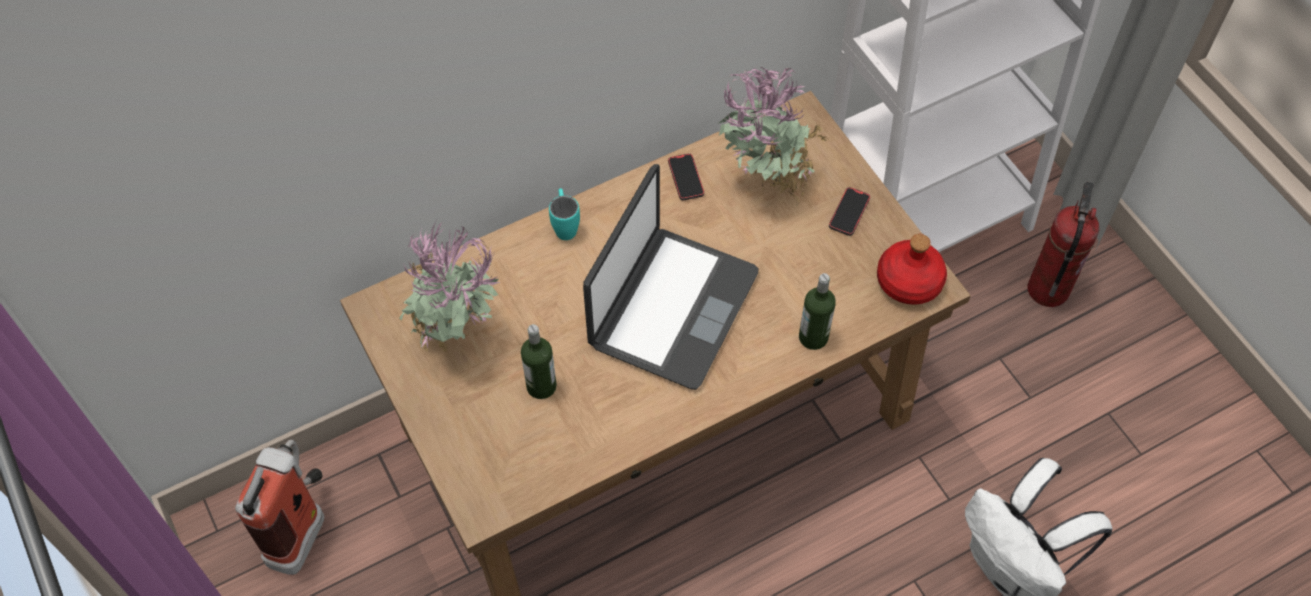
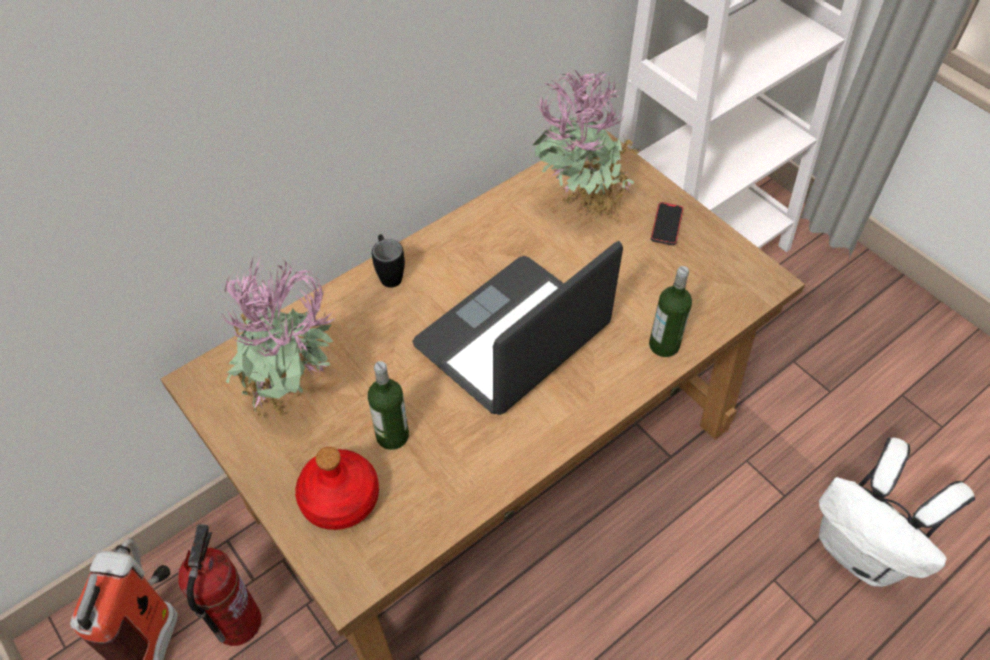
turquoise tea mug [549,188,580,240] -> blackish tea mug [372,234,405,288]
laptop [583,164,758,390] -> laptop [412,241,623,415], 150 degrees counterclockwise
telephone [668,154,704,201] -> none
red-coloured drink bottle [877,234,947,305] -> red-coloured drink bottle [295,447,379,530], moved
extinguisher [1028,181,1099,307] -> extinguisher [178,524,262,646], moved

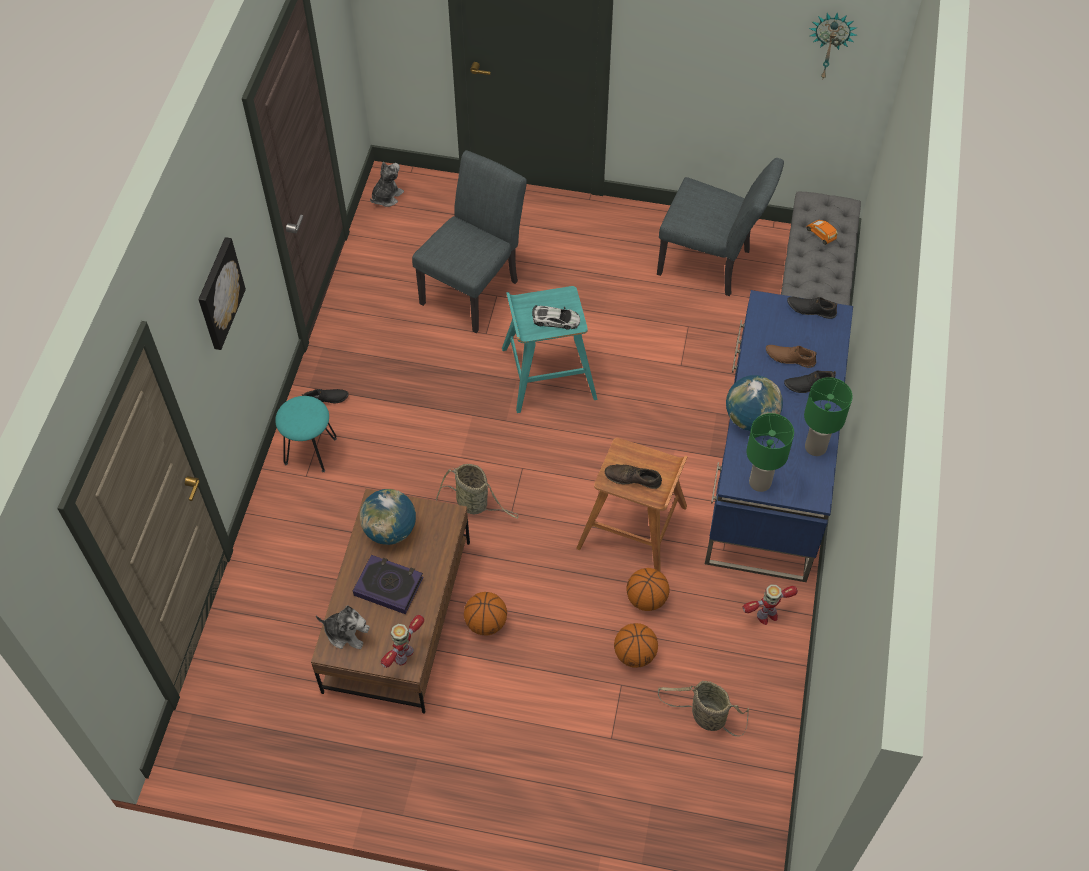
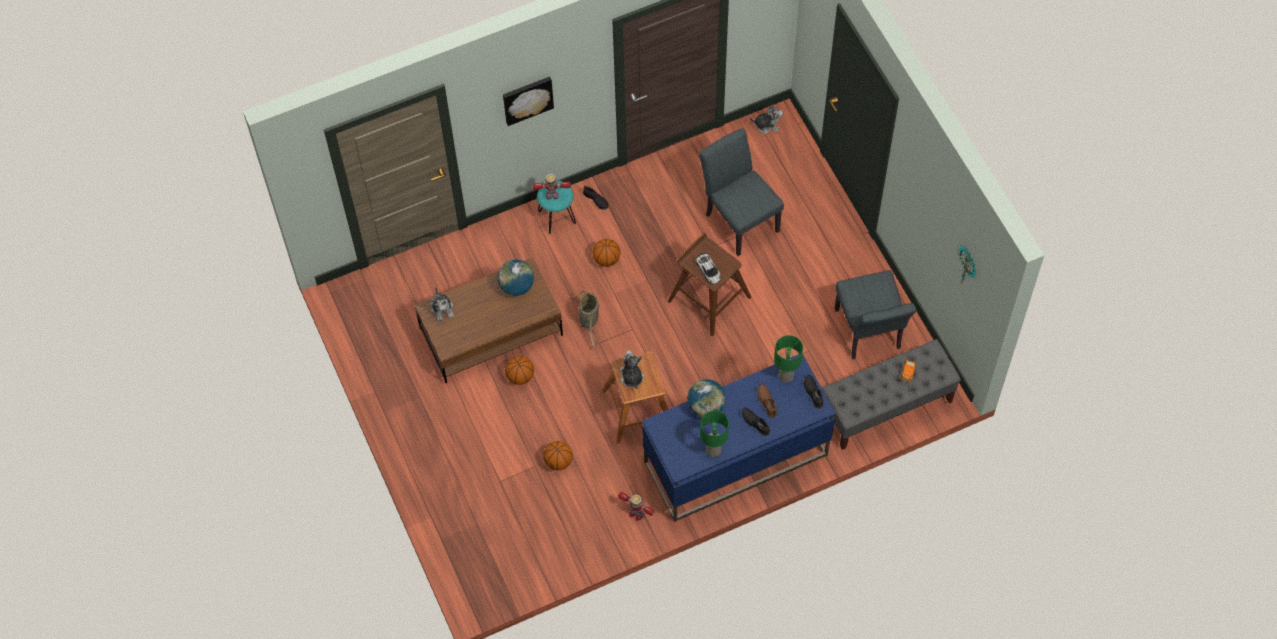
volume [353,555,424,614] -> none
model robot [381,615,424,668] -> model robot [532,174,571,199], moved
gray chair [412,150,527,333] -> gray chair [699,128,784,256], 120 degrees counterclockwise
turquoise stool seat [502,286,598,413] -> brownish stool seat [668,232,752,337]
brownish item of footwear [605,464,662,489] -> plush toy [620,350,644,389]
basketball [626,568,669,611] -> basketball [593,239,621,267], moved
household basket [658,681,749,736] -> none
green tabletop lamp [746,413,794,492] -> green tabletop lamp [774,335,803,383], moved

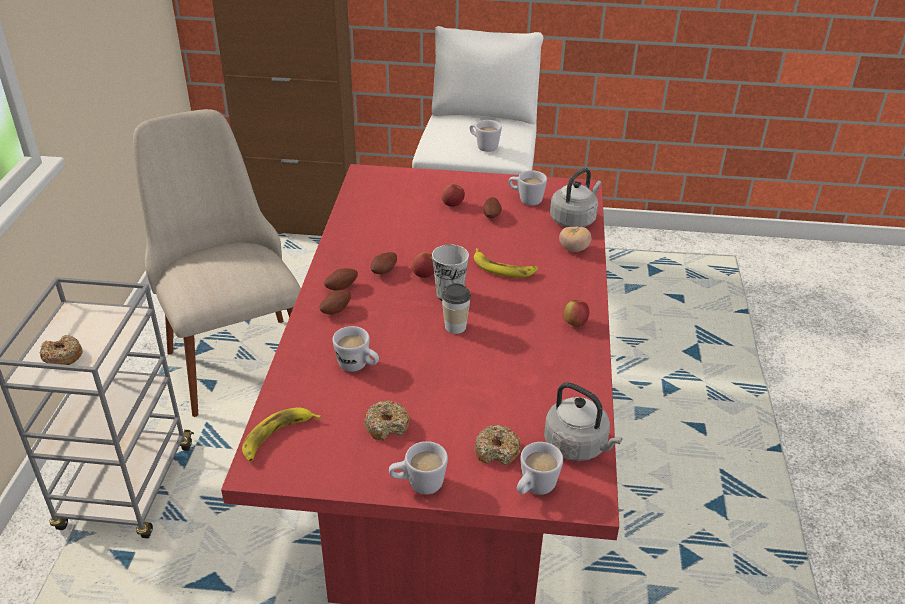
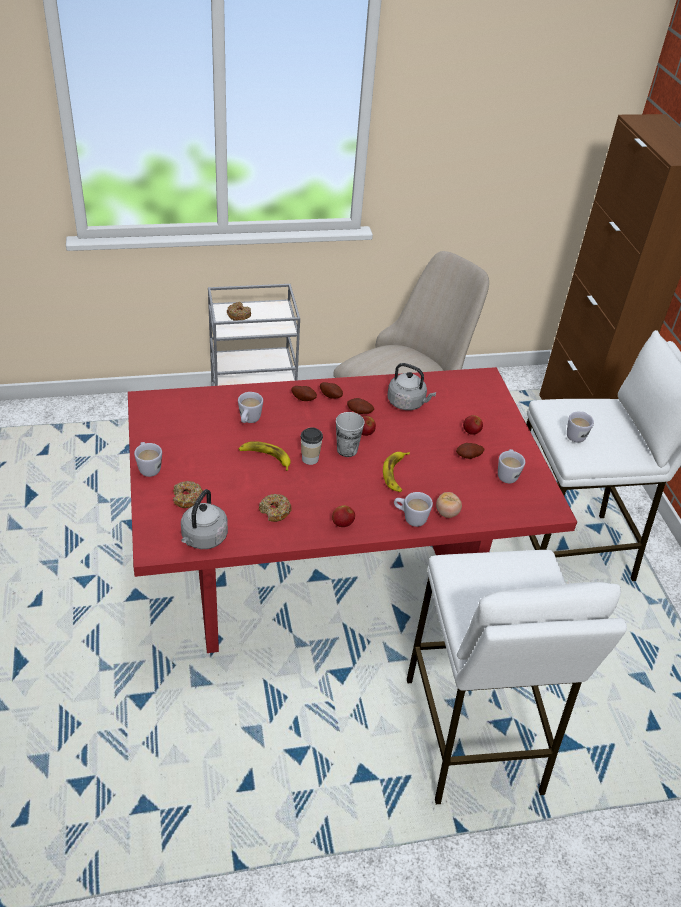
banana fruit [242,408,321,462] -> banana fruit [238,441,291,471], moved
ring doughnut [364,400,410,440] -> ring doughnut [259,494,292,522], moved
white-coloured tea mug [517,442,563,495] -> white-coloured tea mug [394,492,433,527], moved
gray tea kettle [550,168,602,227] -> gray tea kettle [387,363,436,410], moved
none -> white-coloured stool seat [407,550,627,804]

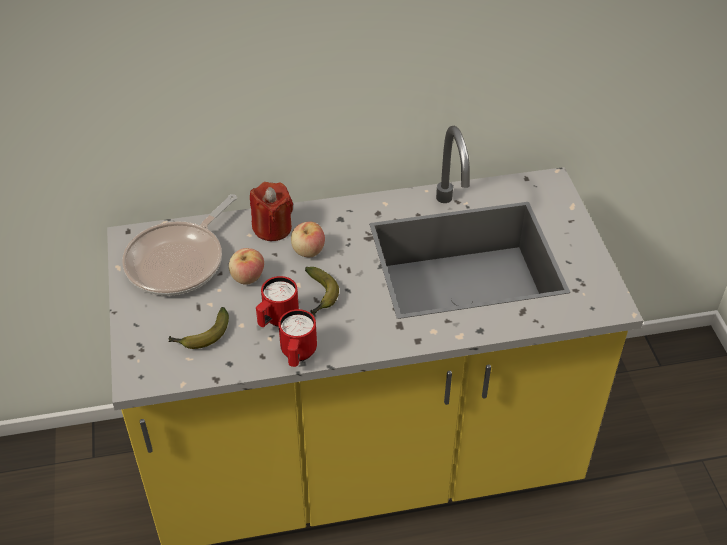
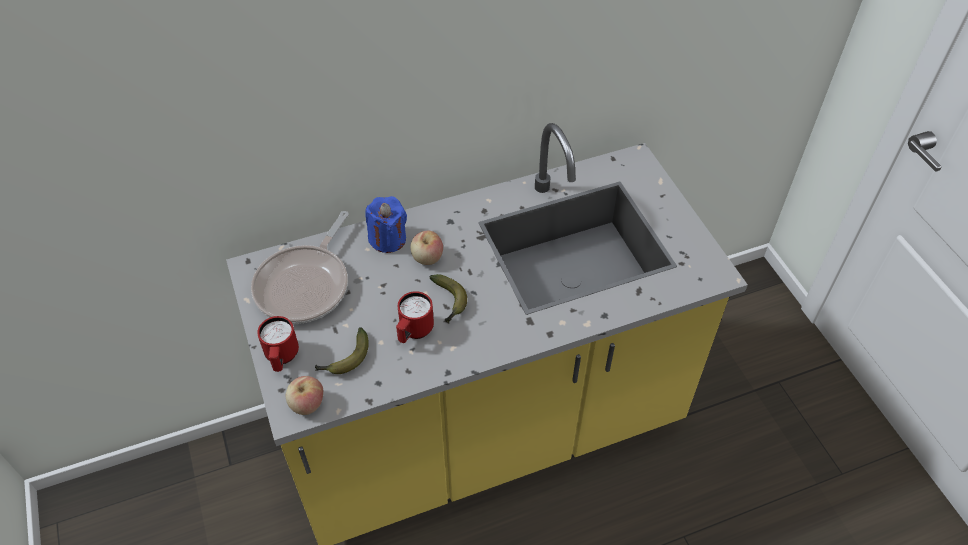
whole apple [229,248,264,285] -> whole apple [286,376,323,415], moved
red-coloured candle [250,182,293,241] -> blue candle [365,196,407,253]
red-coloured tea mug [278,309,317,367] -> red-coloured tea mug [257,316,299,372], moved

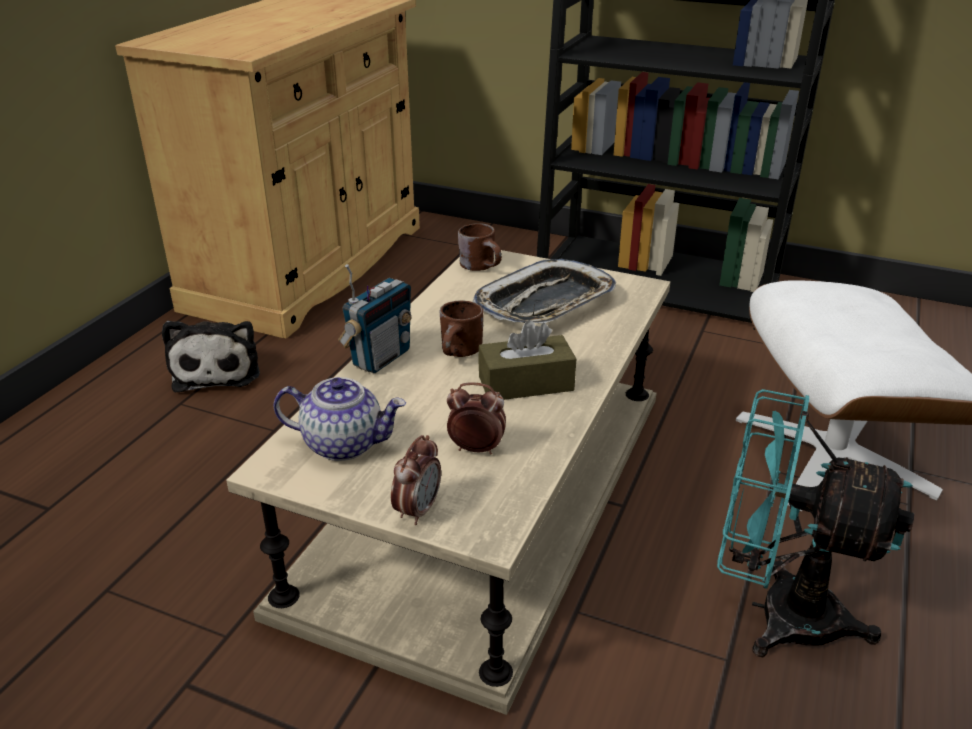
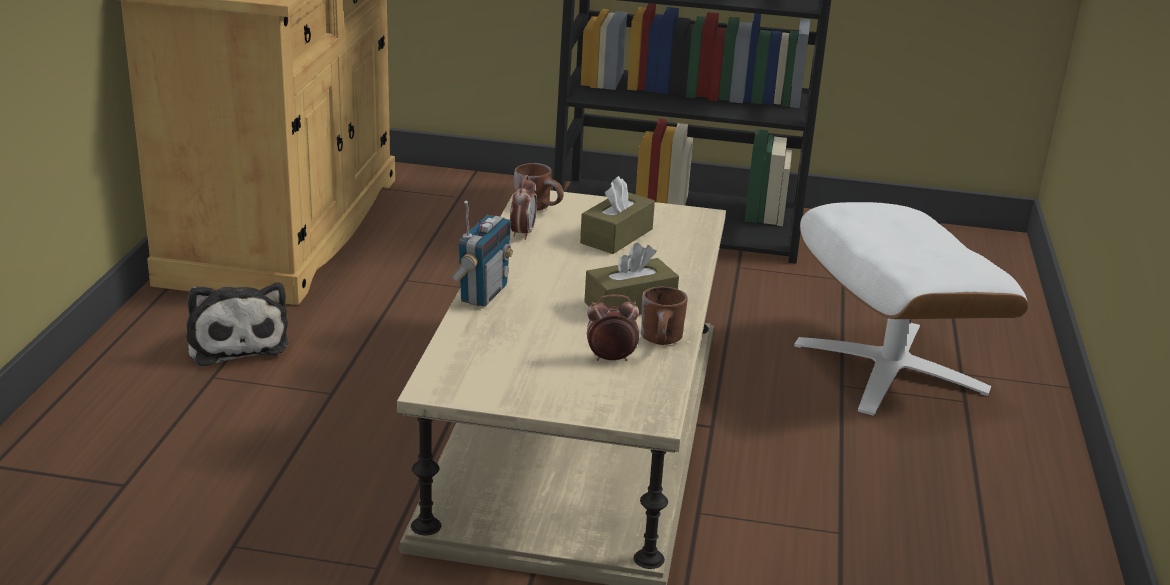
teapot [273,377,406,461] -> none
alarm clock [391,435,441,525] -> alarm clock [510,175,537,240], moved
brownish tea mug [440,300,483,357] -> brownish tea mug [641,287,688,345], moved
carrying tray [473,259,616,323] -> brownish box of tissues [580,176,655,254]
turquoise cooling fan [717,389,914,658] -> none

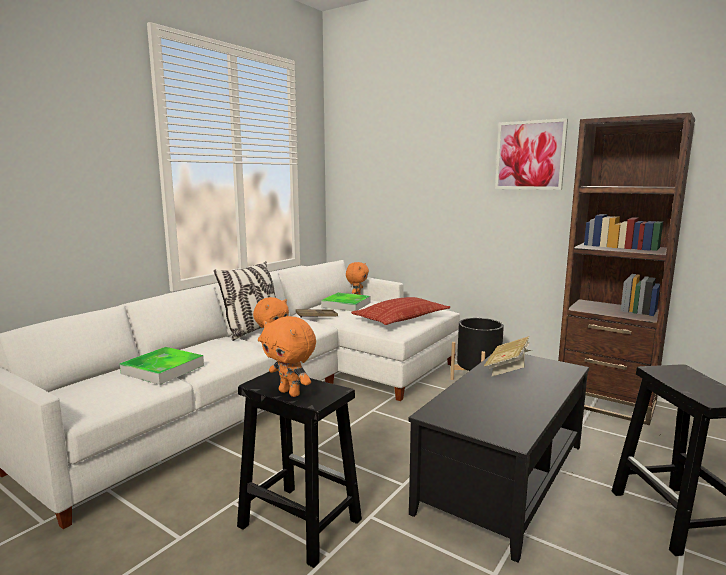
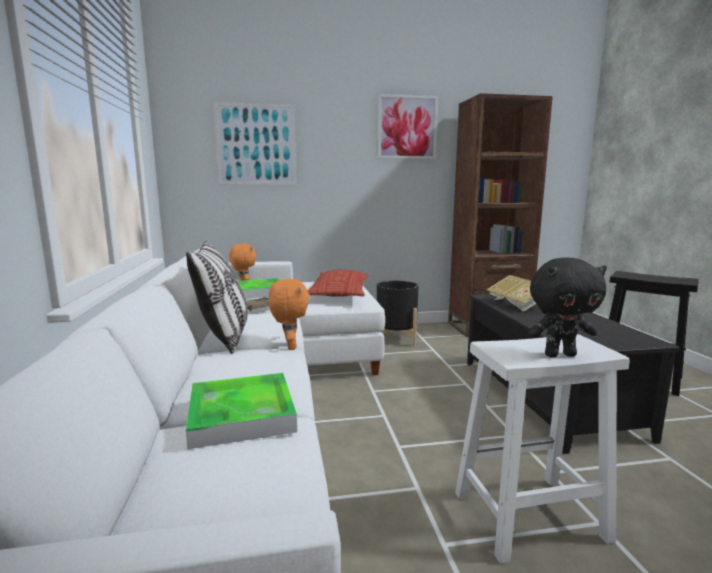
blackish stool seat [237,370,362,568] -> white-coloured stool seat [455,334,629,564]
orange plush toy [261,316,316,397] -> blackish plush toy [527,258,607,357]
none -> wall art [213,102,296,185]

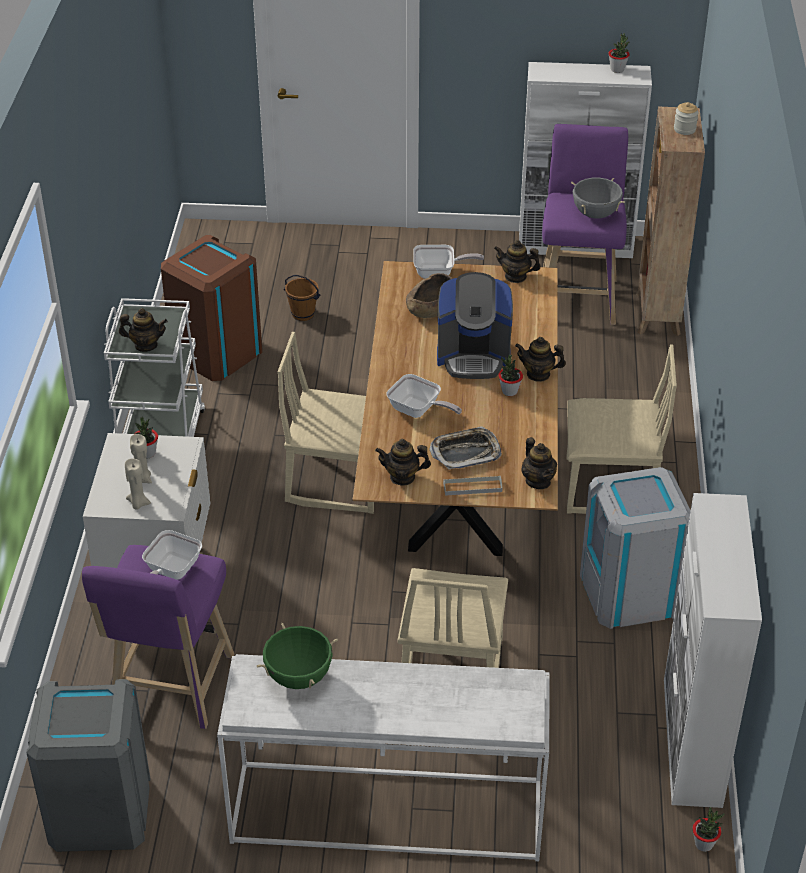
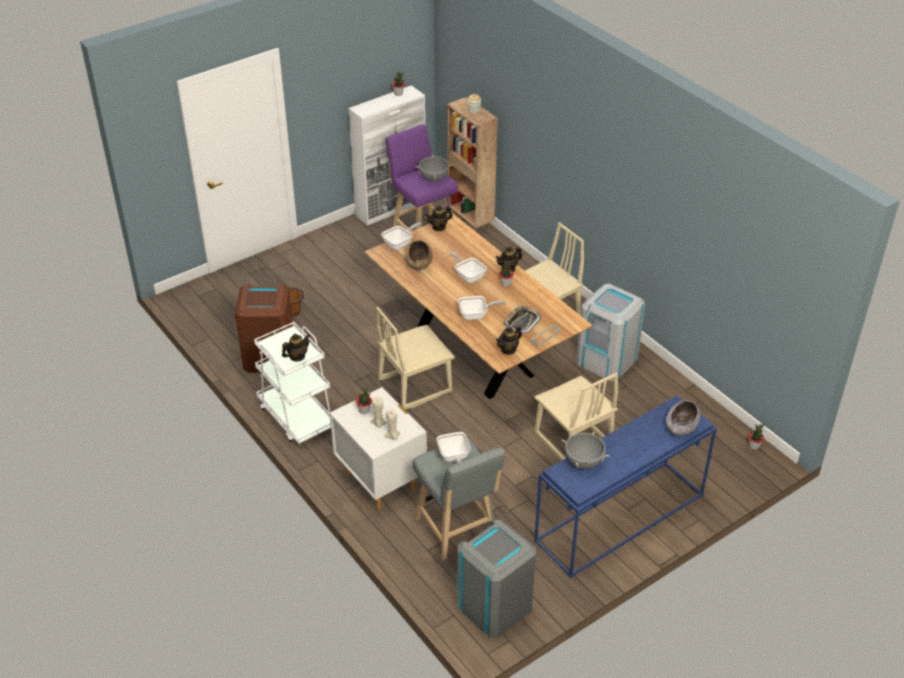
purple stool seat [82,545,234,729] -> gray stool seat [412,438,505,560]
white-coloured console table [217,654,550,861] -> blue console table [534,396,717,578]
green cooking pot [257,623,338,689] -> gray cooking pot [562,431,609,469]
coffee brewer [437,272,513,379] -> skillet [450,252,487,283]
teapot [521,437,557,489] -> none
white-coloured cabinet [664,493,762,808] -> none
none -> gray deep dish [666,400,701,436]

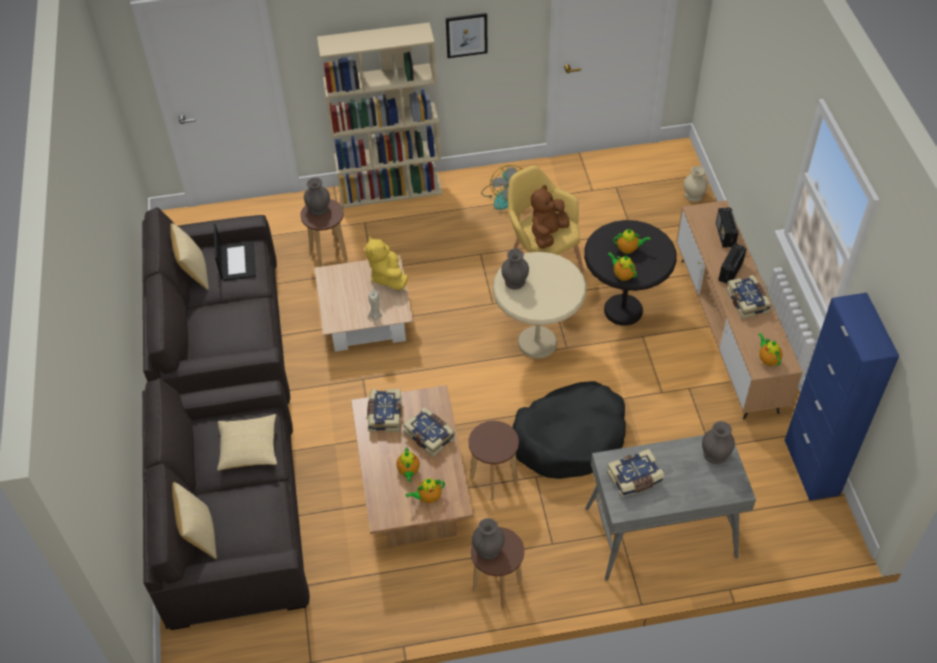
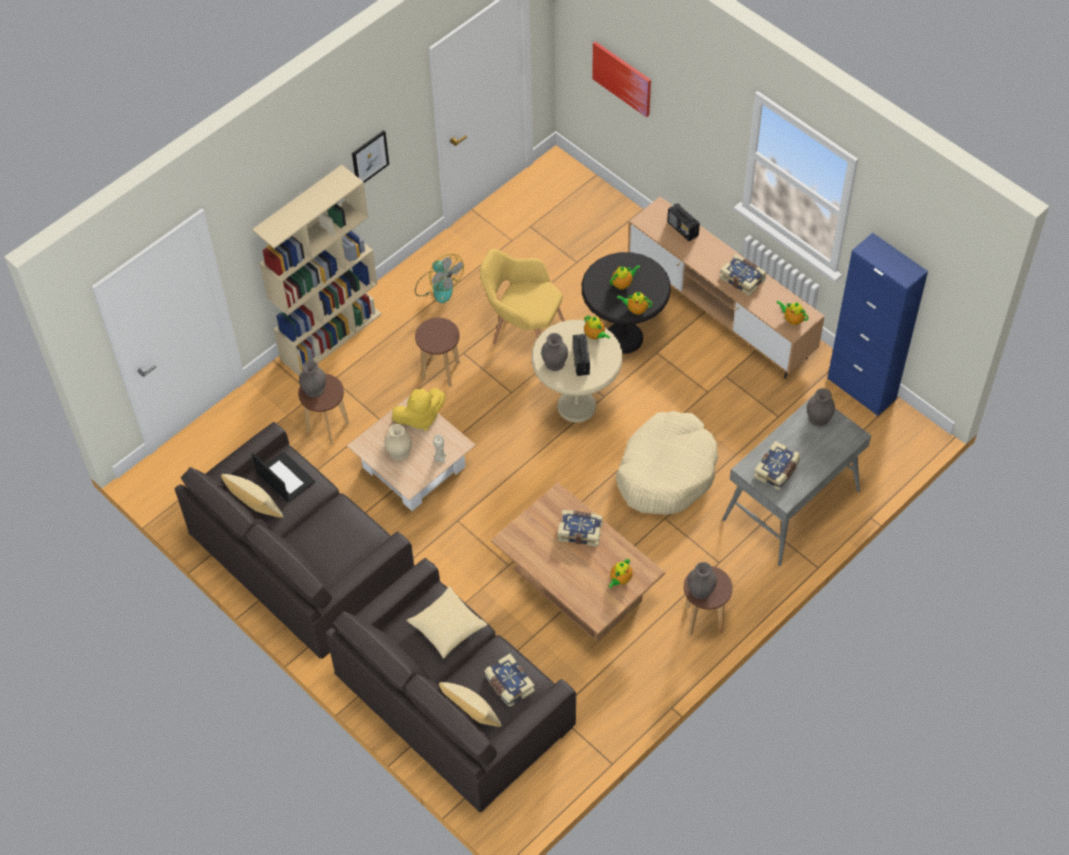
yellow-coloured plush toy [365,236,408,290] -> yellow-coloured plush toy [392,388,445,431], 60 degrees counterclockwise
volume [367,389,402,432] -> volume [484,654,535,707], moved
teapot [396,447,420,482] -> teapot [584,316,610,340], moved
brownish stool seat [469,421,519,500] -> brownish stool seat [415,318,460,387], moved
blackish pet bed [513,381,626,479] -> sand-coloured pet bed [616,411,718,515]
brownish plush toy [531,185,570,249] -> none
sand-coloured flower vase [684,166,708,202] -> sand-coloured flower vase [385,424,412,460], moved
radio receiver [718,243,747,284] -> radio receiver [573,334,590,376], moved
none -> wall art [592,41,651,117]

